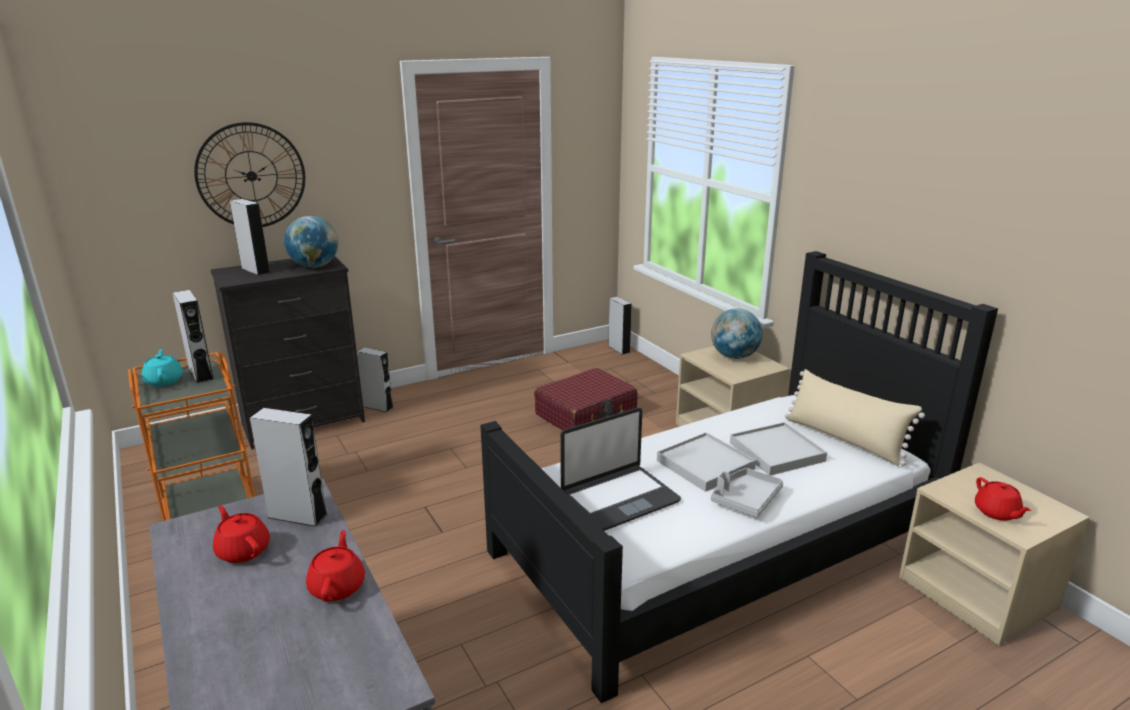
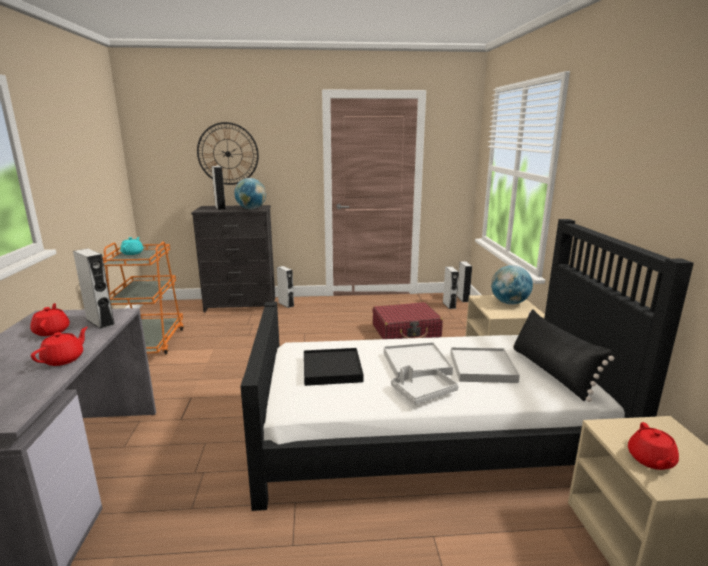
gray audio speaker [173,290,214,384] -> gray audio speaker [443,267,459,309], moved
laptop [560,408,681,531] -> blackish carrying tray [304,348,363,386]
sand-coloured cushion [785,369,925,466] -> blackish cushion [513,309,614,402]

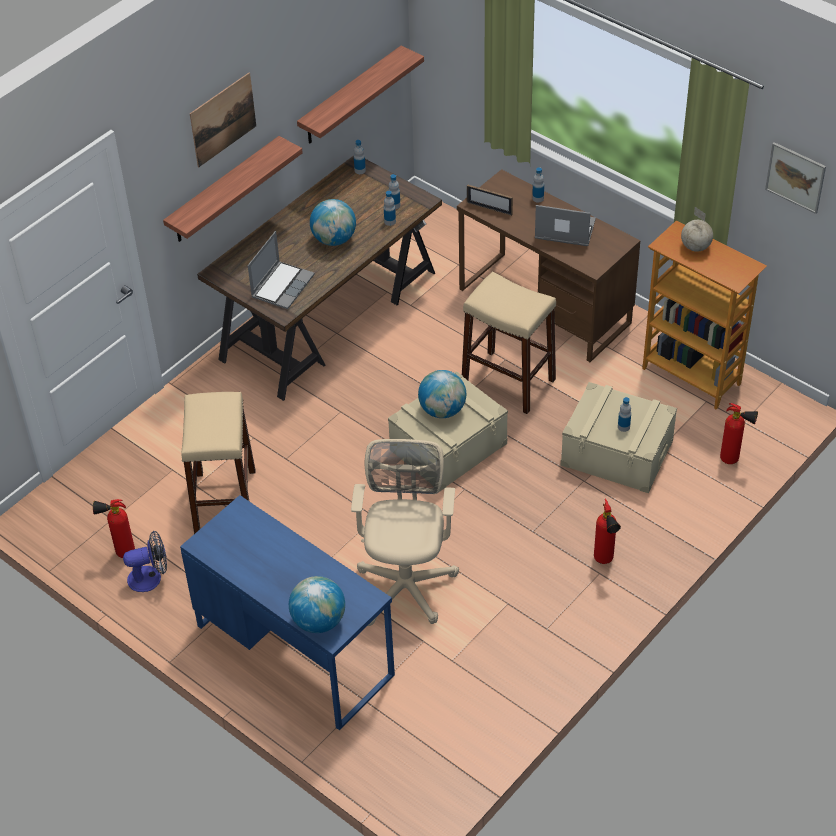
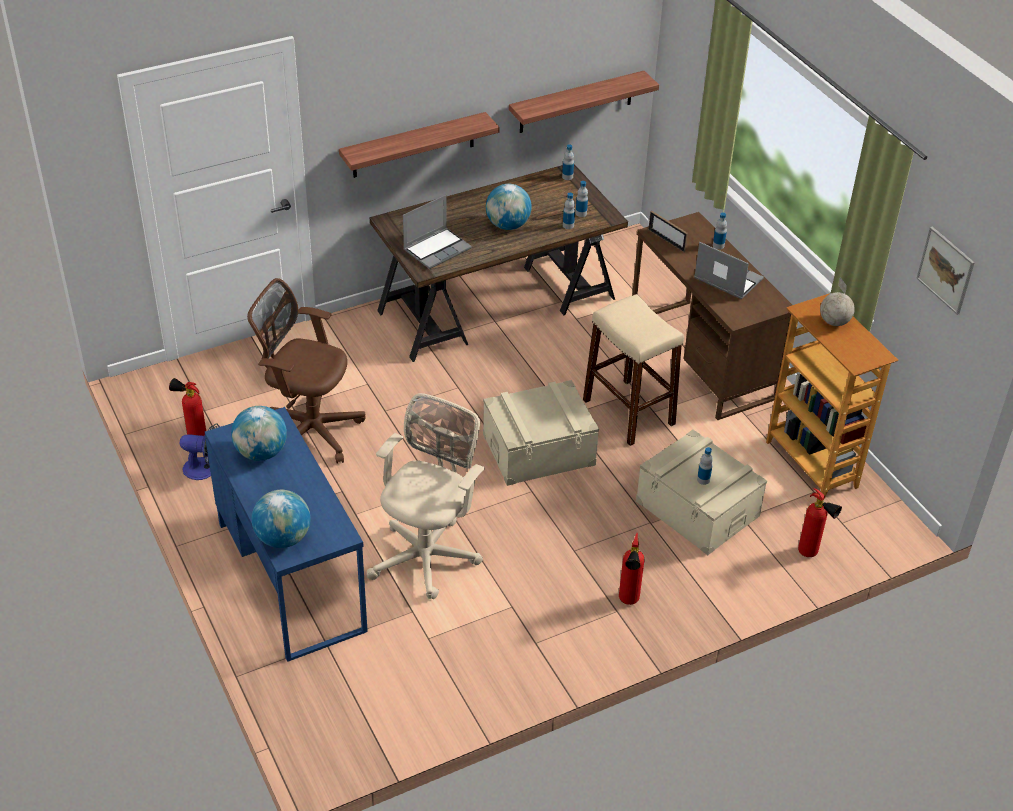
sand-coloured stool seat [182,392,255,534] -> brownish office chair [247,278,365,464]
wall art [190,73,256,167] -> none
globe [418,370,466,418] -> globe [231,406,287,461], moved

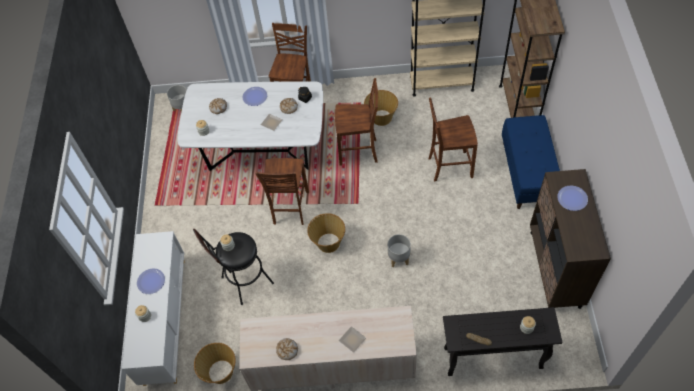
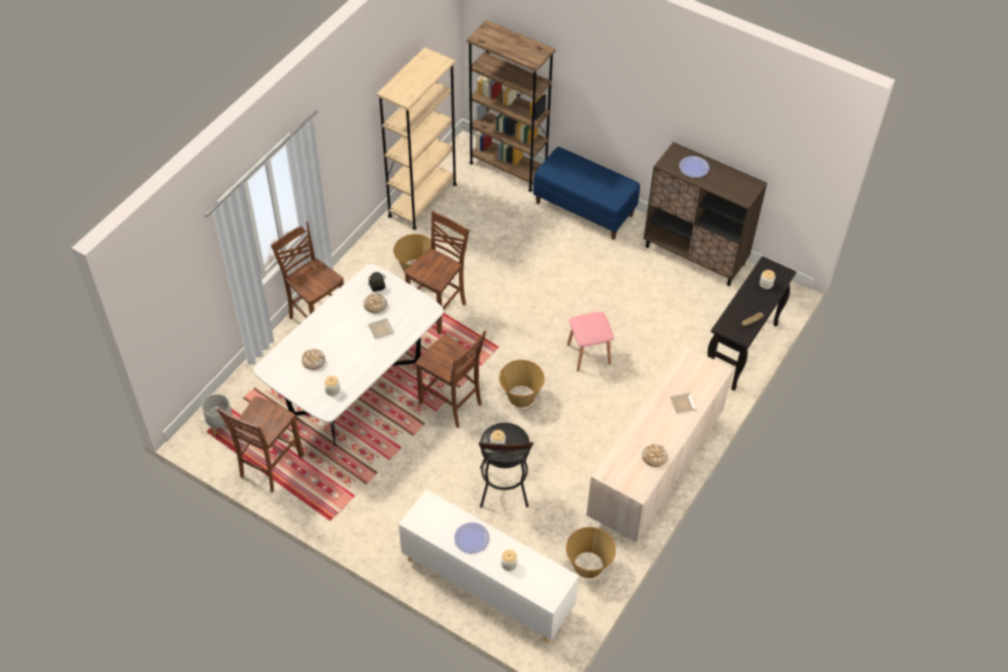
flat dish [243,87,267,106] -> none
gray flower pot [388,234,411,267] -> pink stool seat [567,312,614,371]
brownish chair [429,97,478,181] -> brownish chair [216,396,304,493], moved

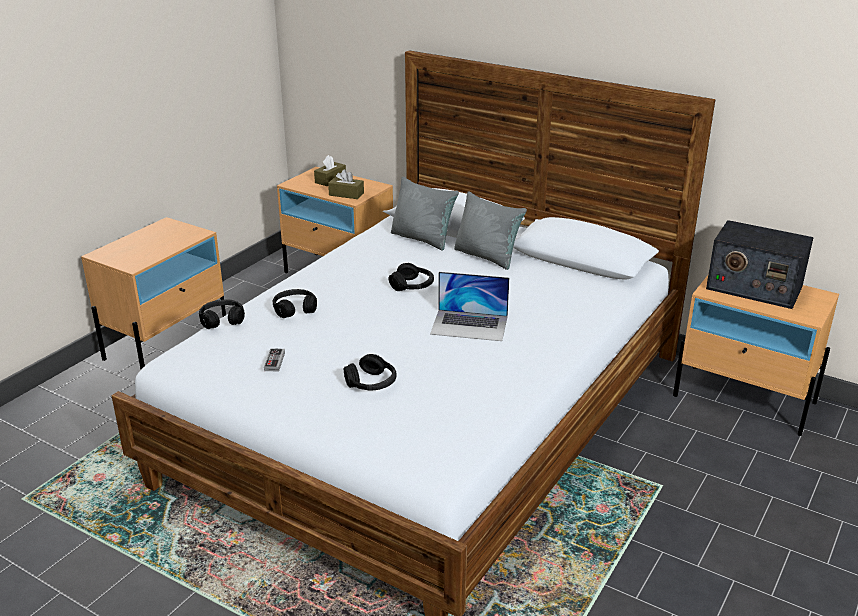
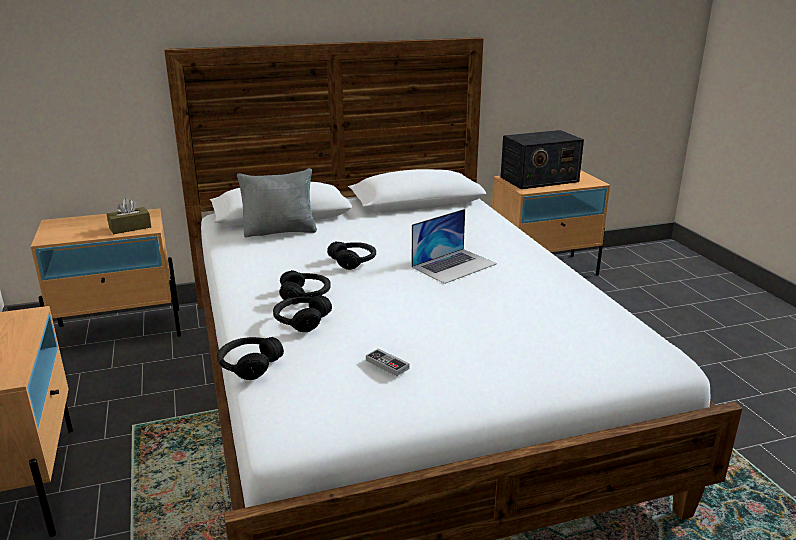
brownish box of tissues [314,155,346,186] -> none
blackish pair of headphones [344,354,397,390] -> blackish pair of headphones [279,270,331,304], moved
gray cushion [454,191,527,270] -> none

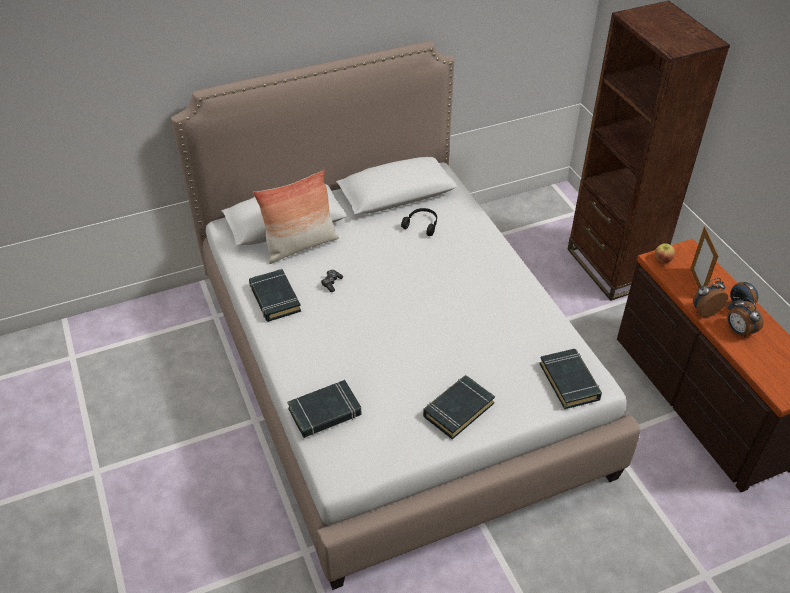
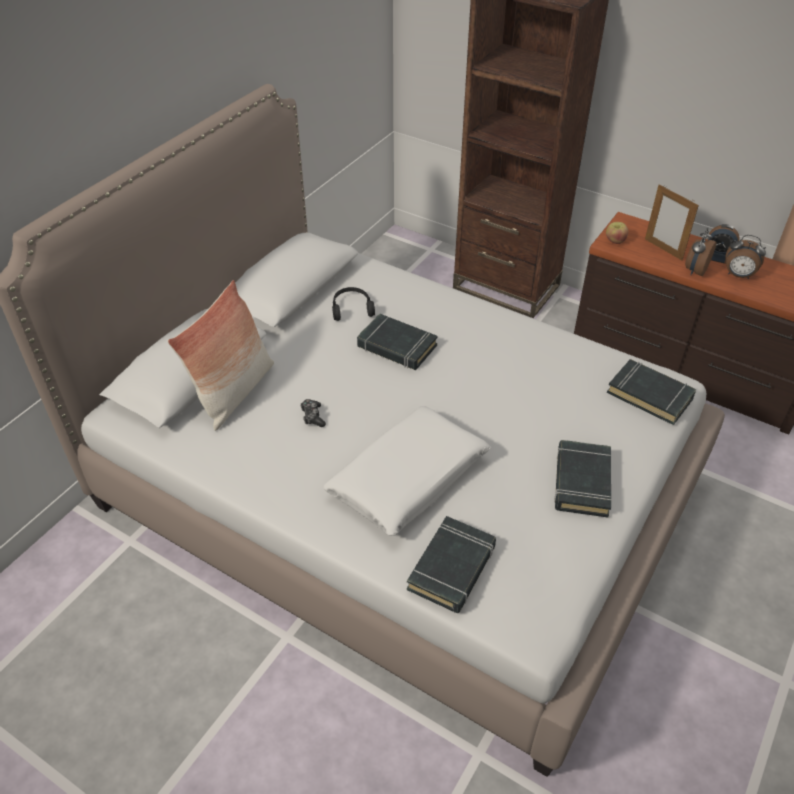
blackish volume [249,269,301,322] -> blackish volume [357,314,438,370], moved
none -> white-coloured cushion [324,406,491,536]

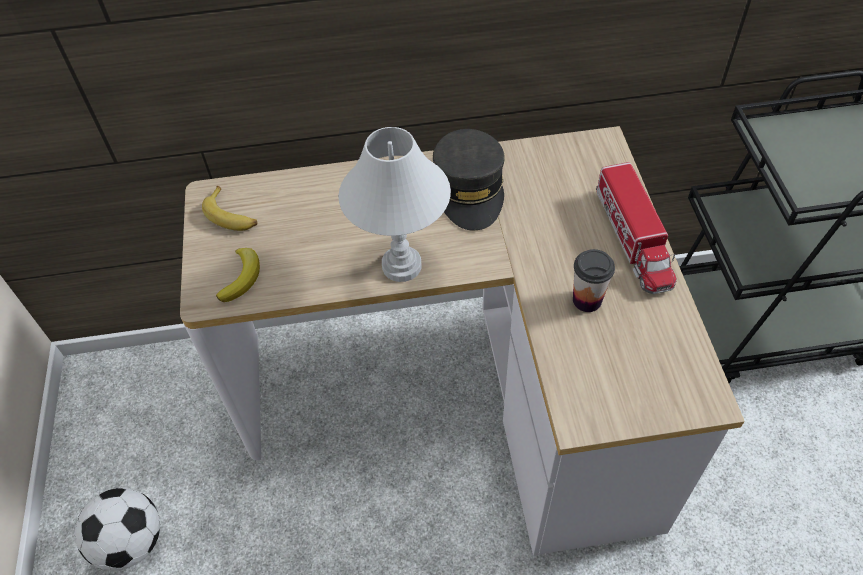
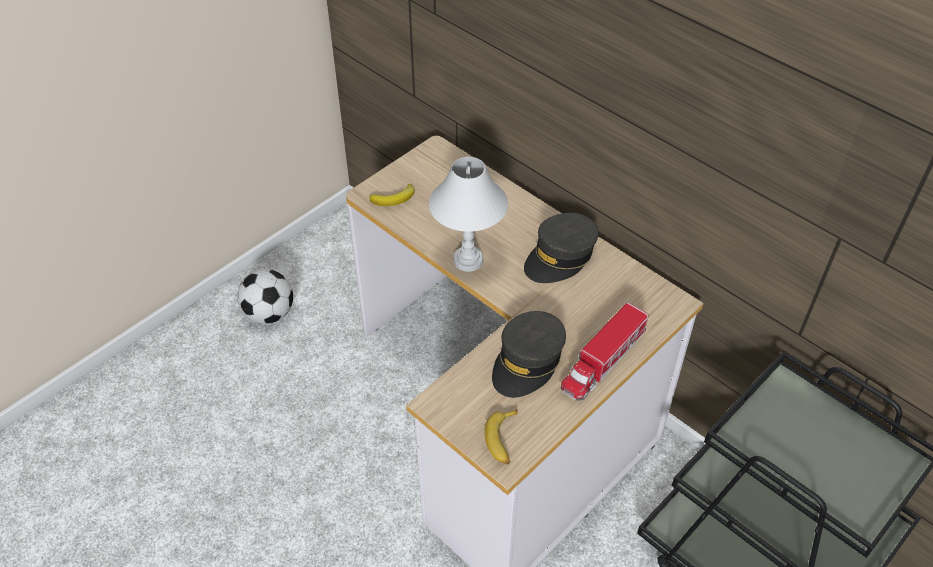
banana fruit [202,186,257,231] -> banana fruit [484,409,518,465], moved
drinking cup [573,249,615,312] -> gray baseball cap [492,311,566,398]

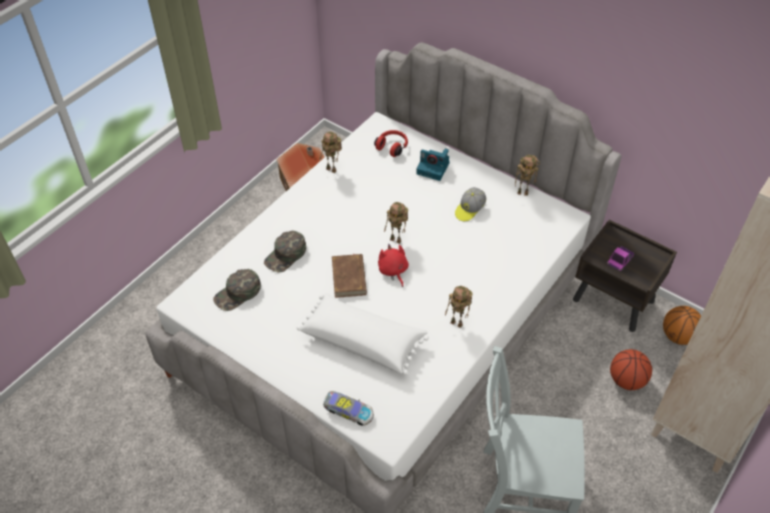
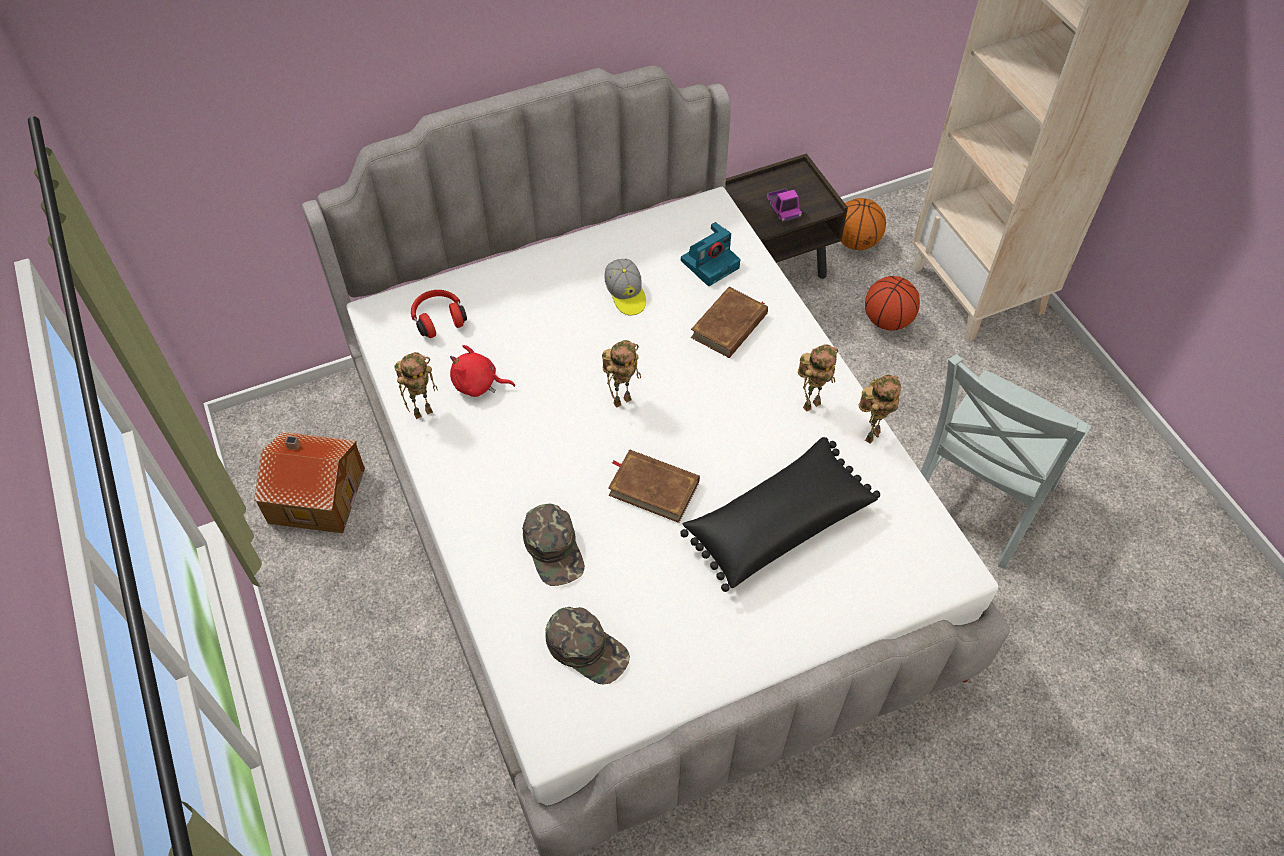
green baseball cap [213,269,261,311] -> green baseball cap [545,607,630,684], 45 degrees counterclockwise
white-coloured cushion [297,293,429,375] -> blackish cushion [680,437,880,592]
model car [323,391,374,426] -> none
red-coloured plush toy [378,244,409,287] -> red-coloured plush toy [450,345,515,397], moved
still camera [416,148,450,181] -> still camera [681,222,740,286], moved
model robot [515,155,540,196] -> model robot [859,375,901,444], moved
none -> brownish volume [691,287,768,358]

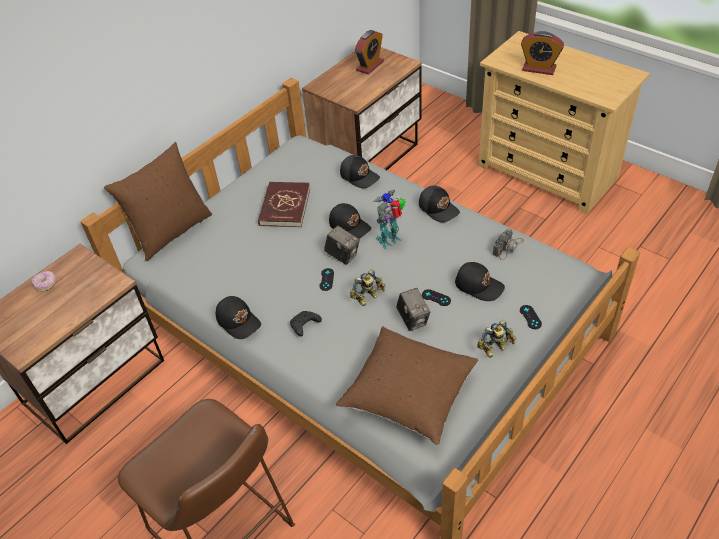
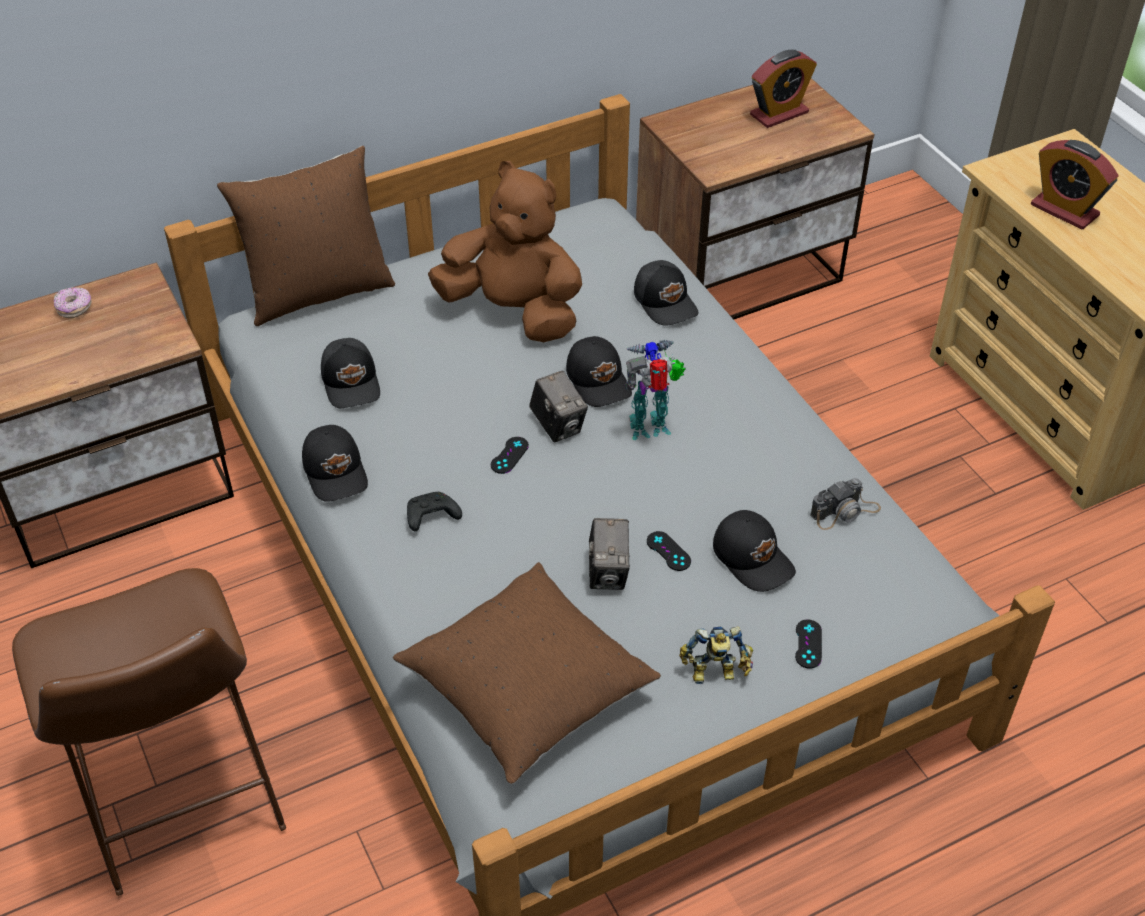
red-coloured volume [258,182,310,227] -> brownish plush toy [428,161,582,342]
model robot [350,269,386,306] -> none
blackish baseball cap [419,186,460,223] -> blackish baseball cap [321,338,380,408], moved

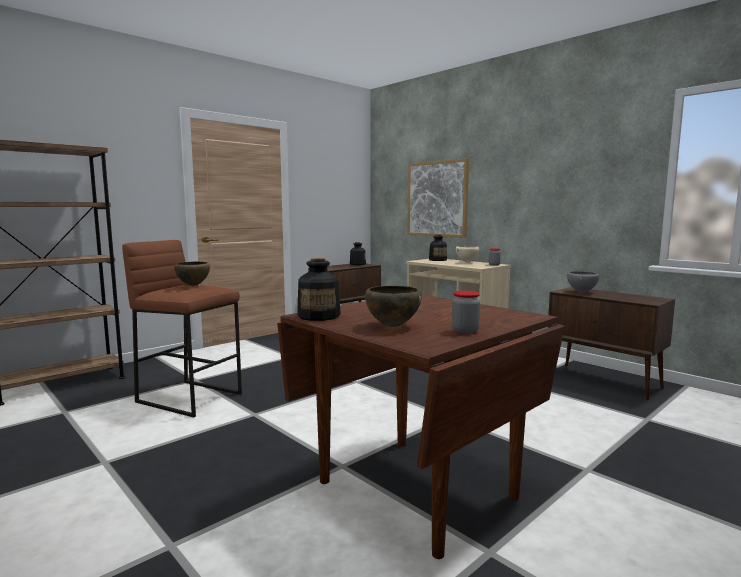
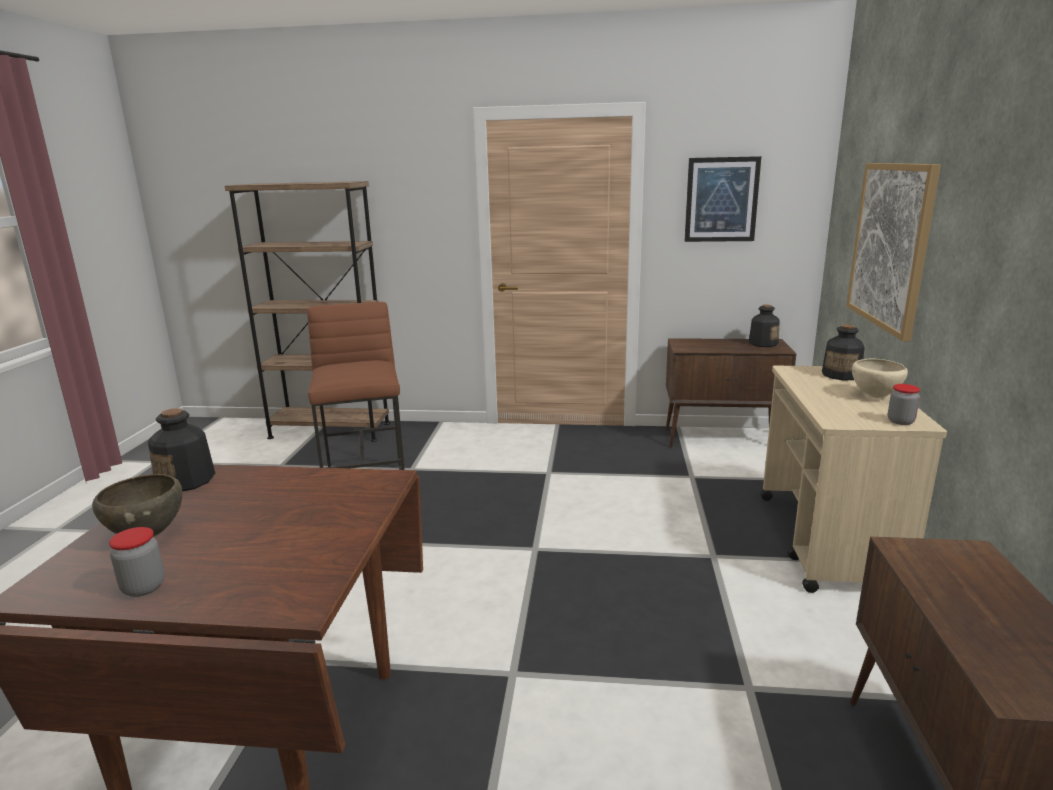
brownish deep dish [174,261,210,286] -> none
gray deep dish [567,271,599,293] -> none
none -> wall art [685,156,761,242]

